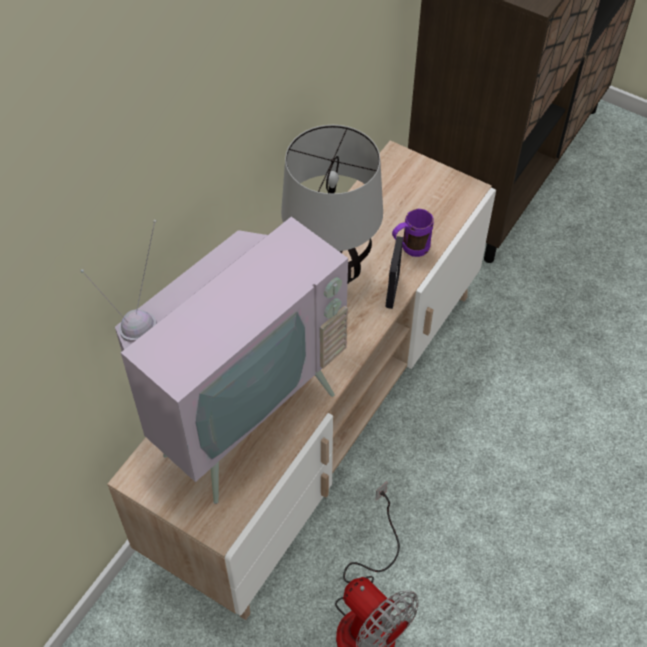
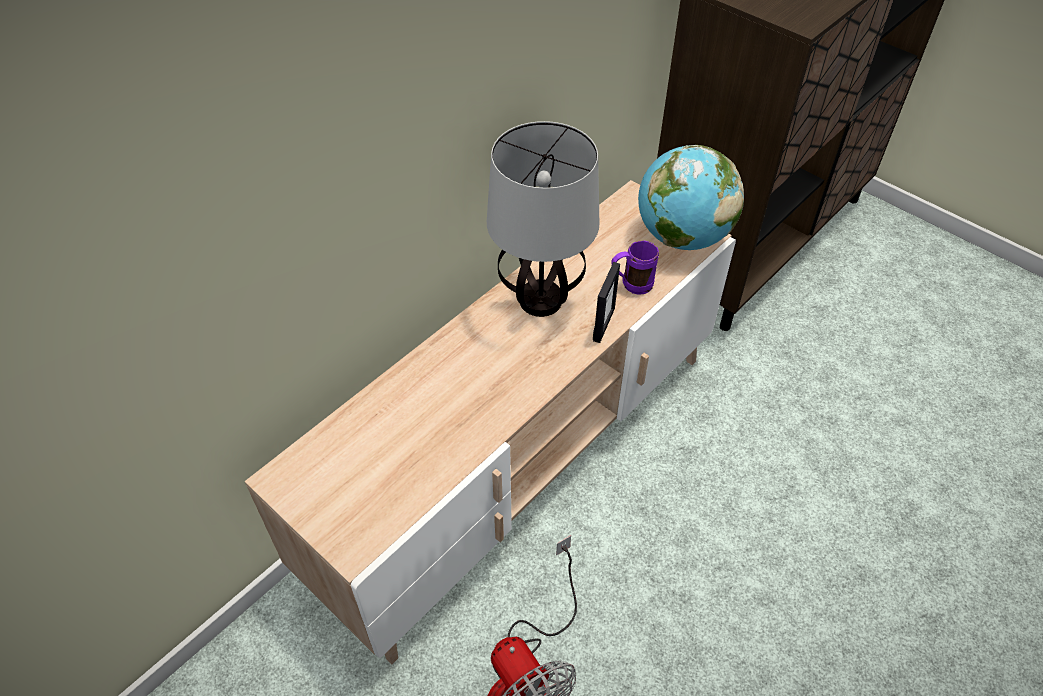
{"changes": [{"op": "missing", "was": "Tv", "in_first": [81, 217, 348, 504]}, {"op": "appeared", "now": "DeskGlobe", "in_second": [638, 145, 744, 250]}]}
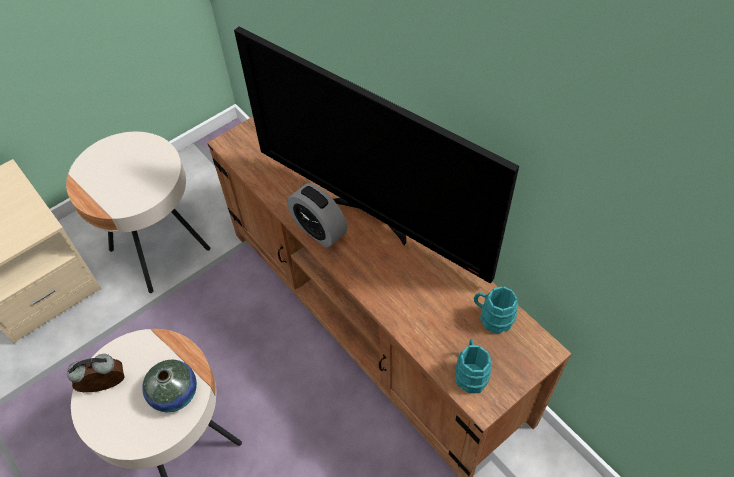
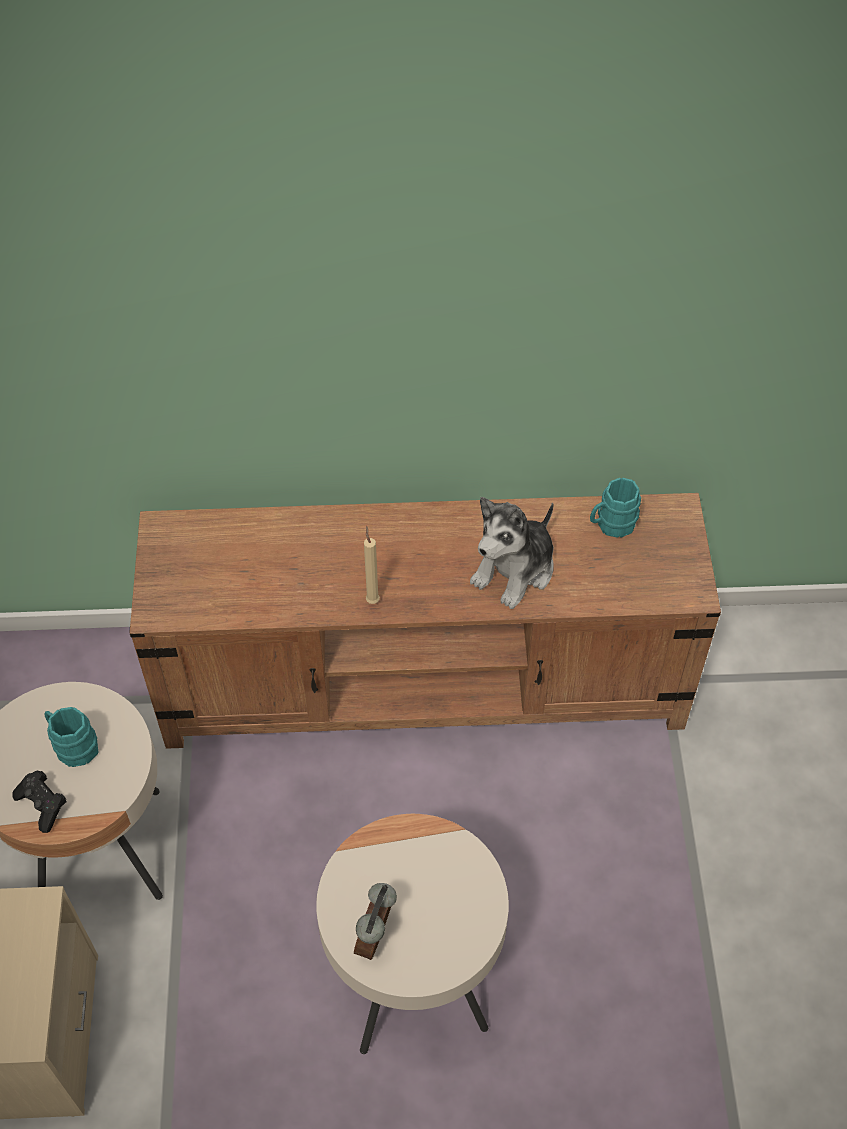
{"changes": [{"op": "missing", "was": "DecorativeVase", "in_first": [142, 360, 197, 412]}, {"op": "missing", "was": "Tv", "in_first": [234, 27, 519, 284]}, {"op": "appeared", "now": "BlackColouredJoypad", "in_second": [12, 771, 67, 833]}, {"op": "appeared", "now": "PlushToy", "in_second": [470, 497, 554, 609]}, {"op": "relocated", "was": "TurquoiseColouredTeaMug", "in_first": [455, 339, 492, 393], "in_second": [45, 707, 98, 767]}, {"op": "exchanged", "was": "AlarmClock", "now": "BeigeColouredWaxLight", "in_first": [287, 183, 347, 248], "in_second": [364, 526, 380, 604]}]}
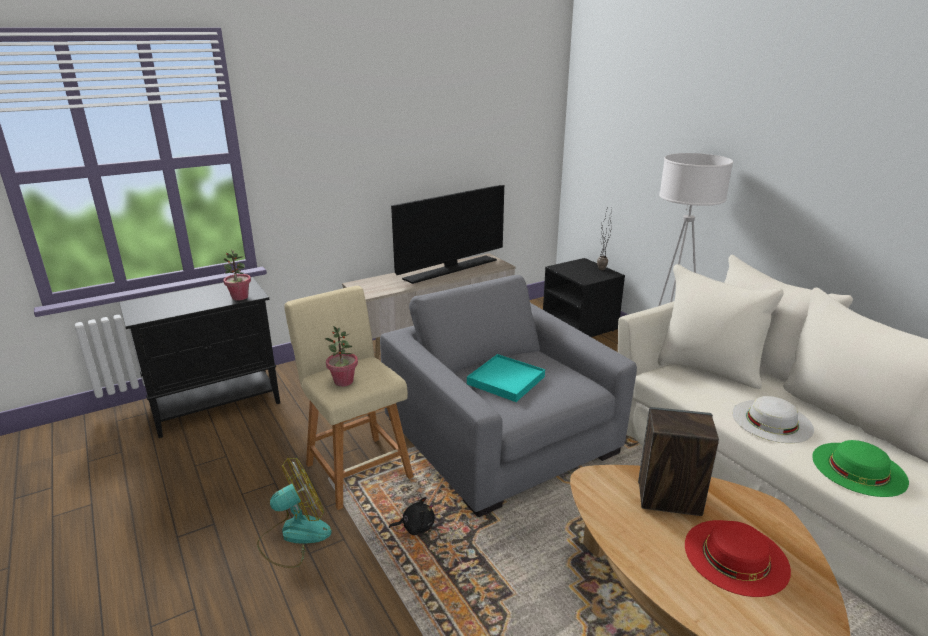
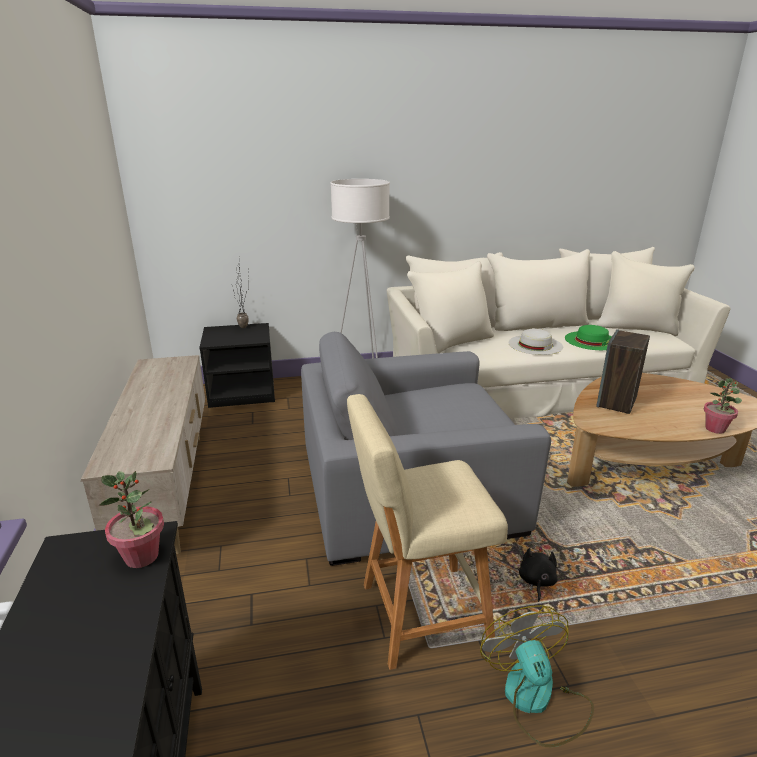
{"changes": [{"op": "missing", "was": "Tv", "in_first": [391, 185, 504, 284]}, {"op": "missing", "was": "TurquoiseColouredTray", "in_first": [467, 354, 545, 402]}, {"op": "missing", "was": "RedColouredHat", "in_first": [685, 520, 791, 597]}, {"op": "relocated", "was": "PlantInAPot", "in_first": [325, 326, 358, 387], "in_second": [703, 378, 742, 434]}]}
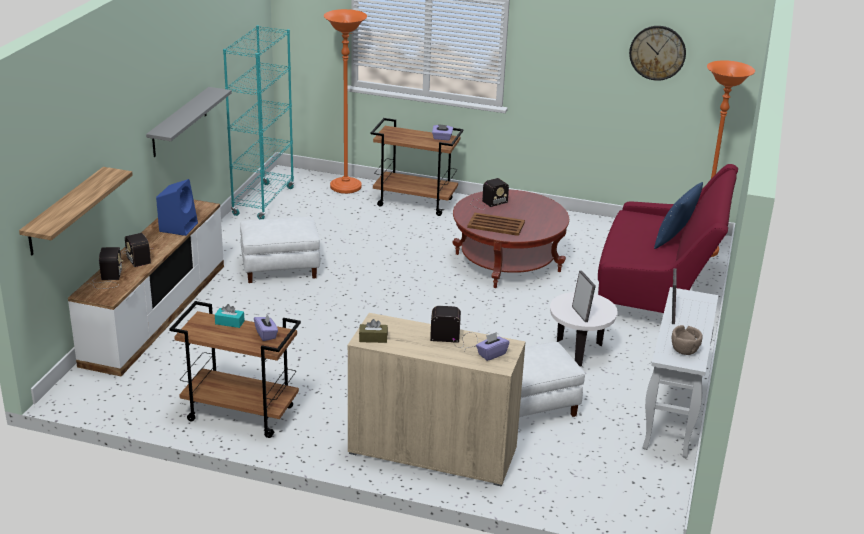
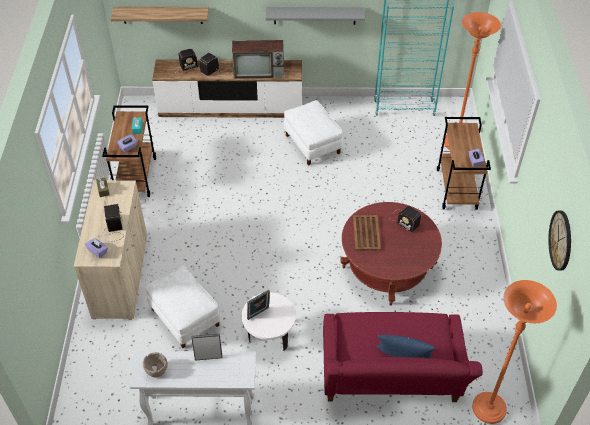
{"changes": [{"op": "exchanged", "was": "BluishSpeaker", "now": "Tv", "in_first": [156, 179, 198, 236], "in_second": [232, 40, 284, 79]}]}
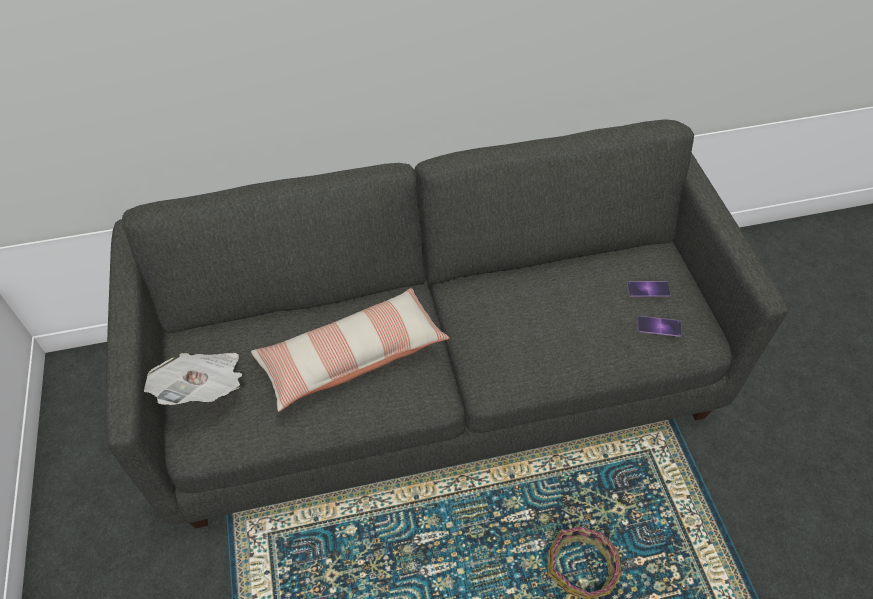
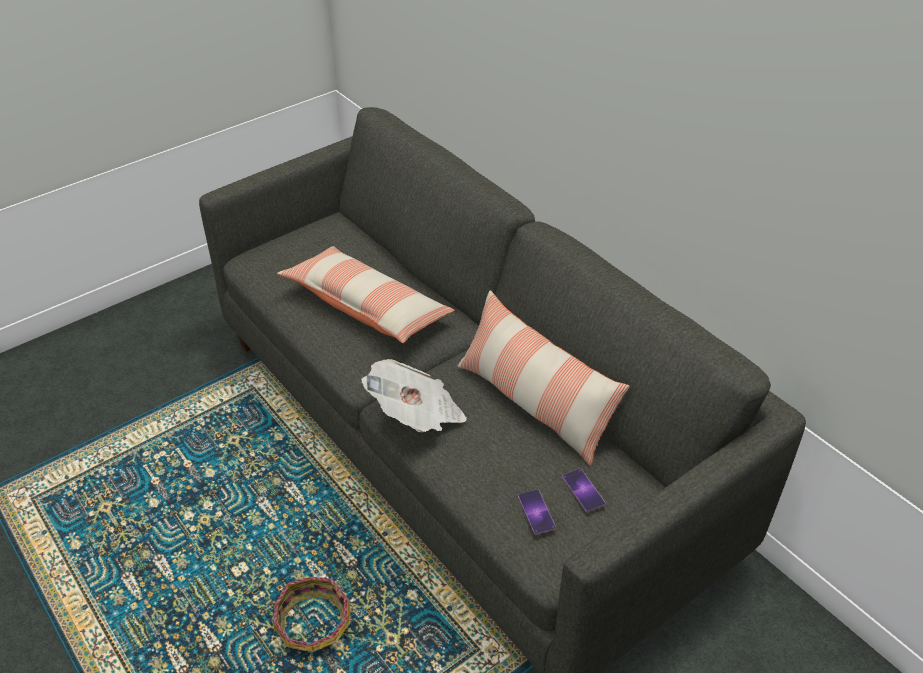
{"changes": [{"op": "appeared", "now": "ThrowPillow", "in_second": [457, 290, 630, 466]}, {"op": "relocated", "was": "DailyPaper", "in_first": [144, 353, 243, 405], "in_second": [361, 359, 467, 433]}]}
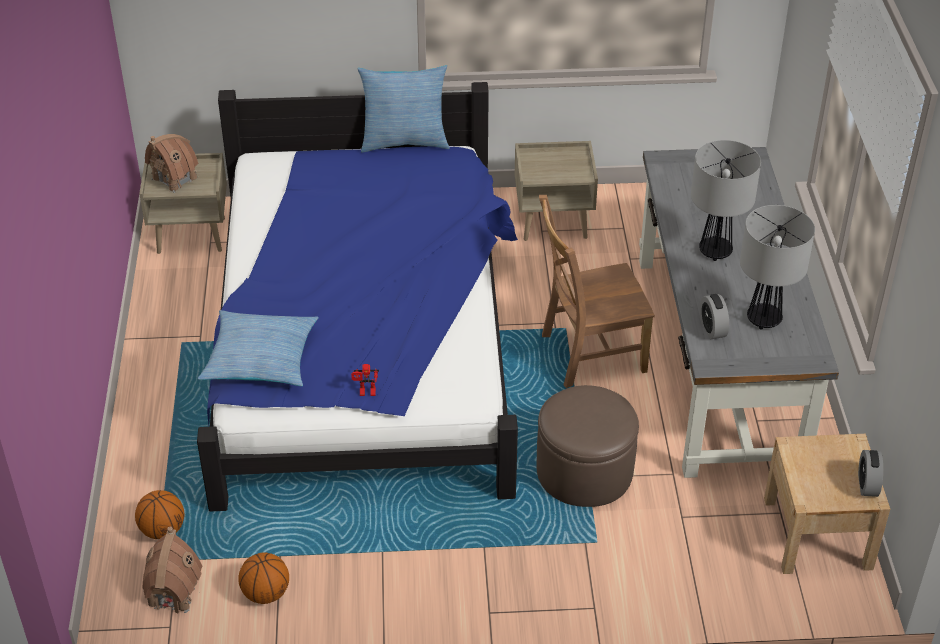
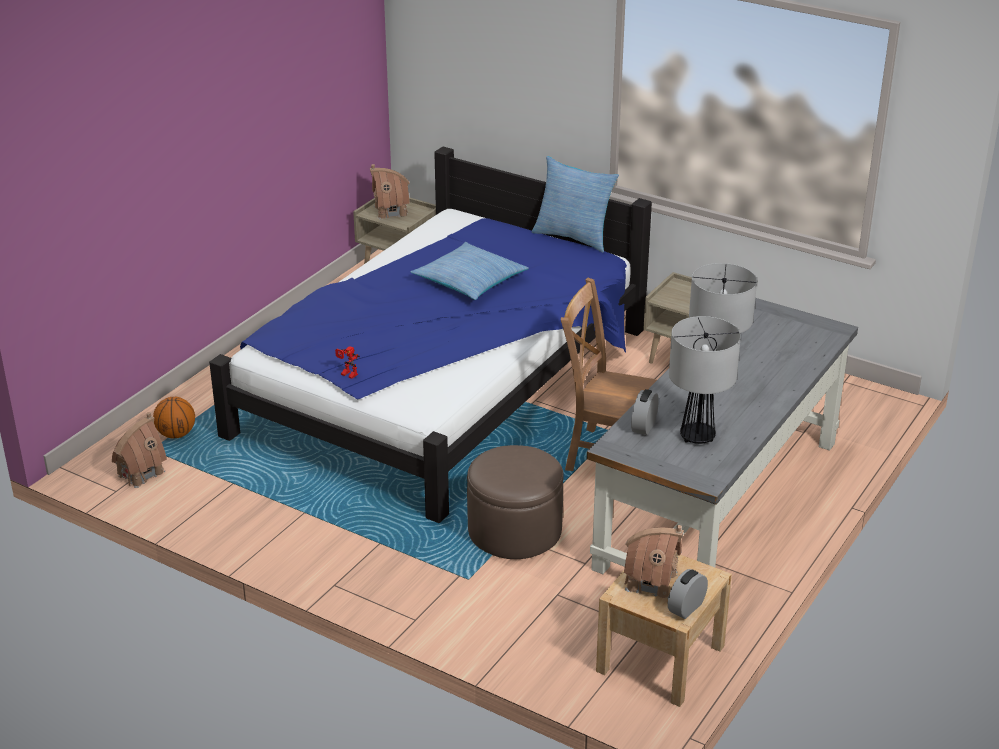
{"changes": [{"op": "missing", "was": "BallForBasketball", "in_first": [238, 552, 289, 604]}, {"op": "appeared", "now": "ToyHouse", "in_second": [624, 525, 684, 600]}, {"op": "relocated", "was": "ThrowPillow", "in_first": [198, 310, 319, 386], "in_second": [411, 242, 529, 300]}]}
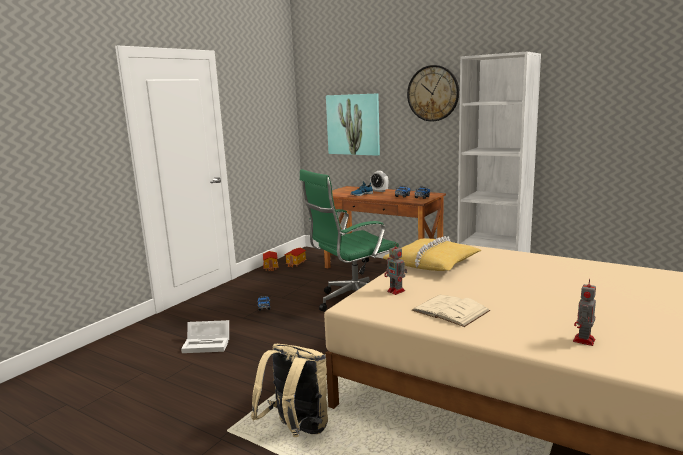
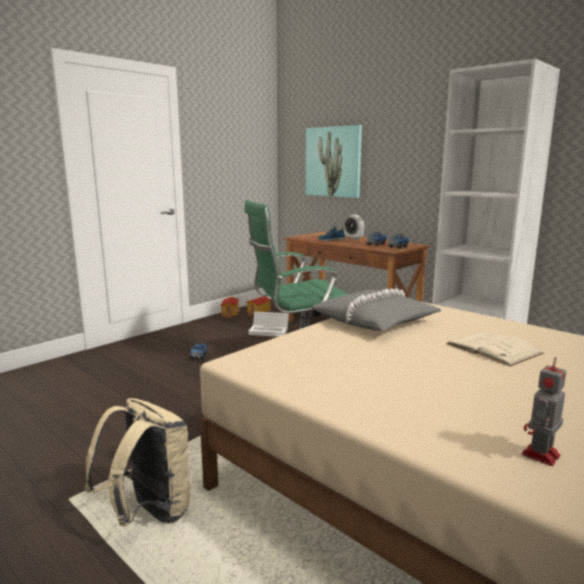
{"changes": [{"op": "missing", "was": "ModelRobot", "in_first": [384, 242, 407, 295]}, {"op": "missing", "was": "ClockOnTheWall", "in_first": [407, 65, 459, 122]}, {"op": "relocated", "was": "WhiteColouredStorageBin", "in_first": [181, 320, 229, 353], "in_second": [248, 311, 289, 337]}, {"op": "relocated", "was": "BeigeColouredVolume", "in_first": [412, 295, 490, 327], "in_second": [446, 331, 544, 367]}, {"op": "colour", "was": "YellowishThrowPillow", "now": "GreyThrowPillow", "in_first": [383, 236, 481, 271], "in_second": [311, 288, 442, 331]}]}
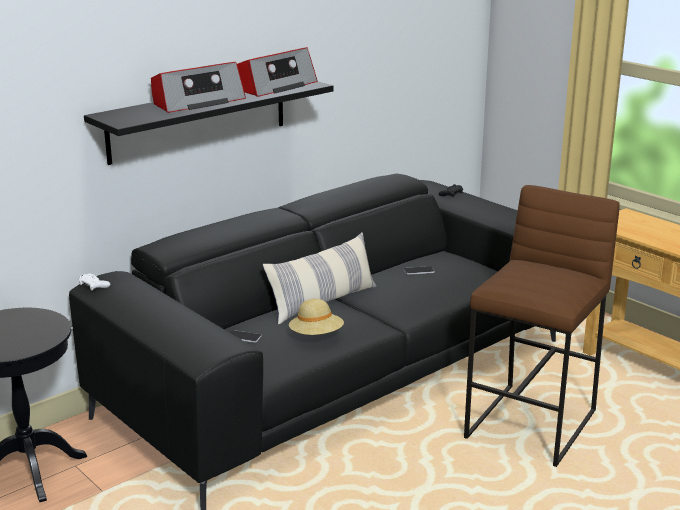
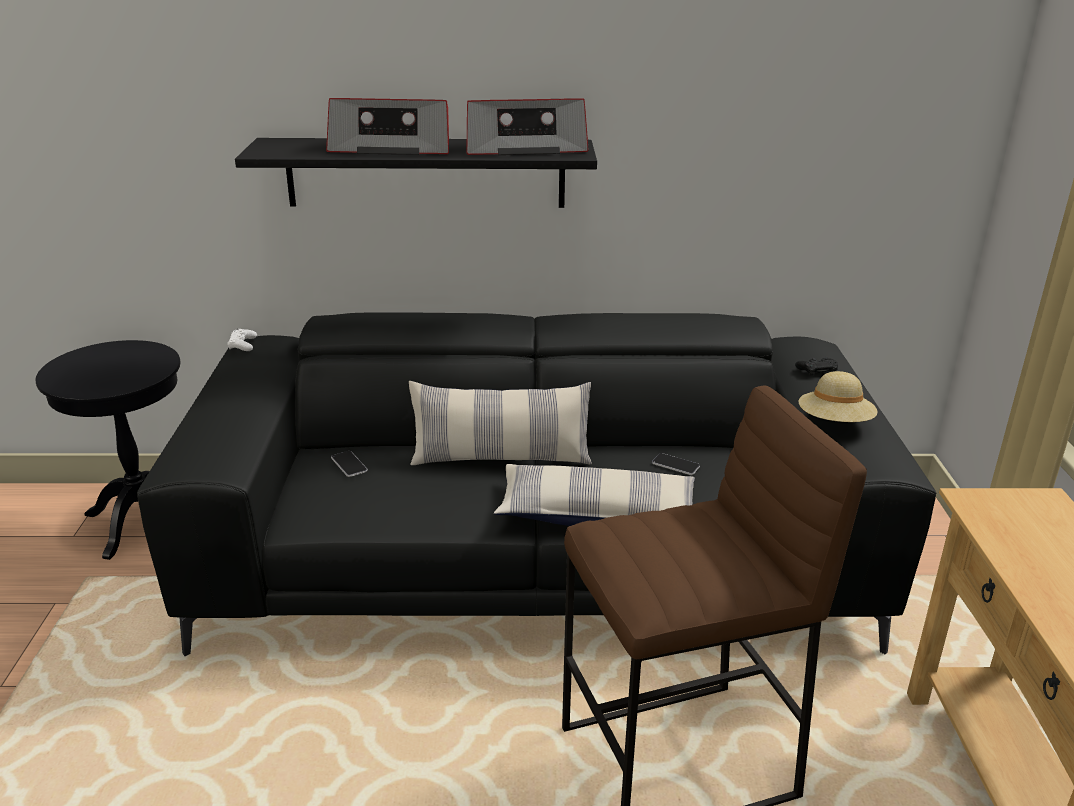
{"changes": [{"op": "appeared", "now": "ThrowPillow", "in_second": [494, 464, 695, 526]}, {"op": "relocated", "was": "BeigeColouredHat", "in_first": [289, 299, 344, 335], "in_second": [799, 371, 878, 422]}]}
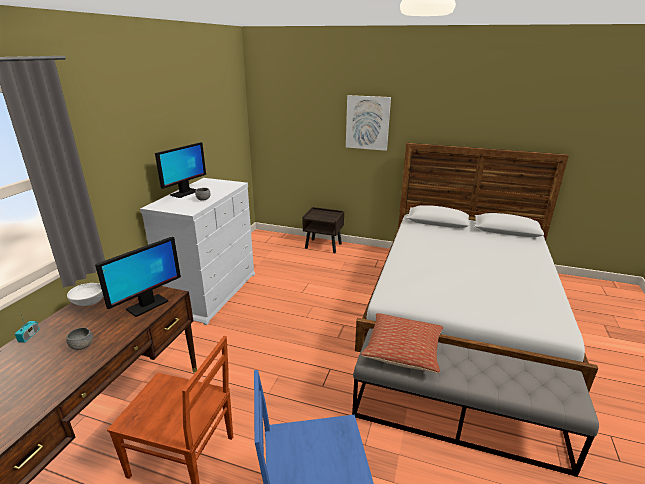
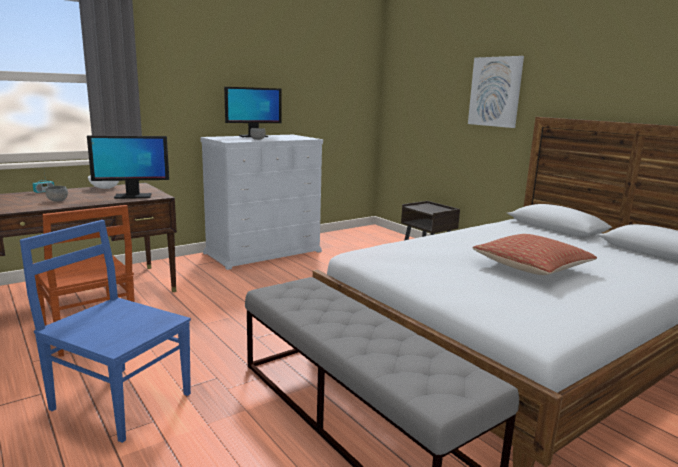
{"changes": [{"op": "relocated", "was": "ThrowPillow", "in_first": [361, 313, 443, 373], "in_second": [473, 234, 597, 275]}]}
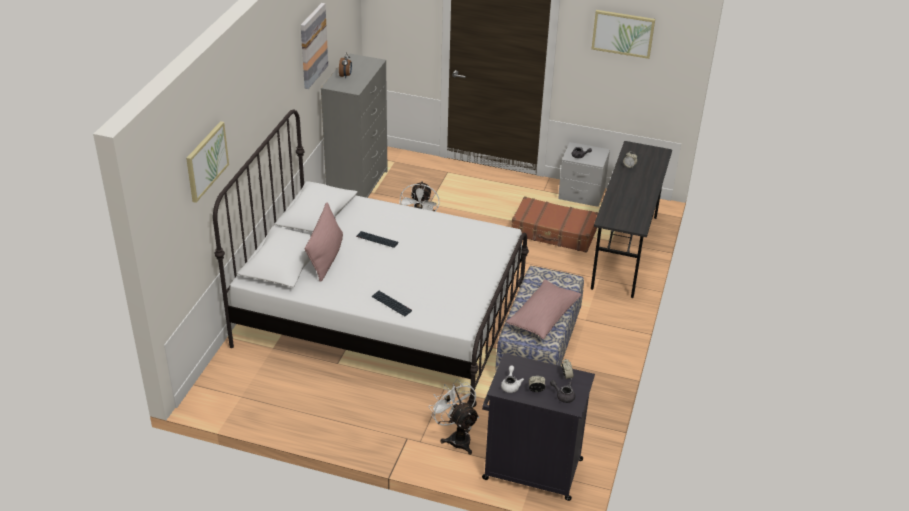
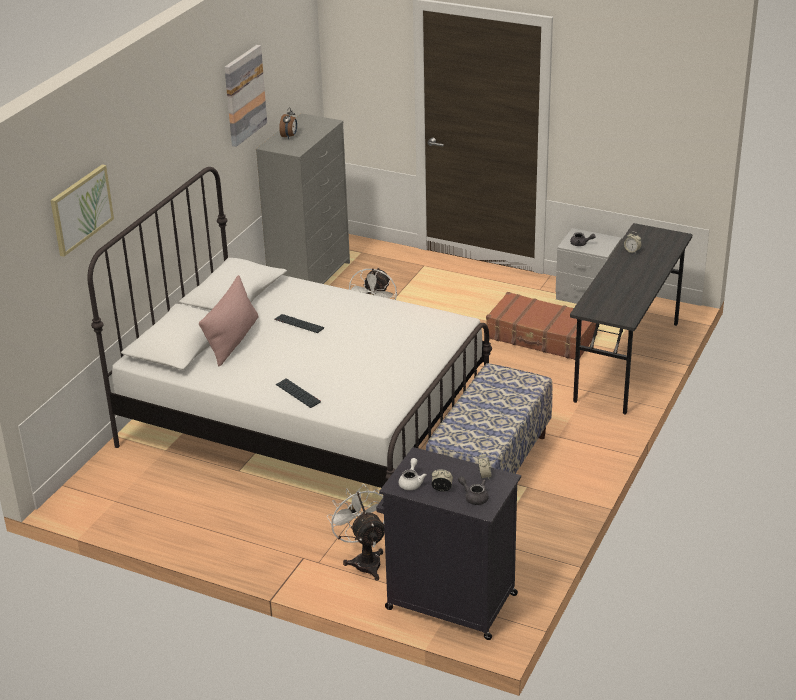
{"changes": [{"op": "missing", "was": "PinkThrowPillow", "in_first": [506, 279, 581, 339]}, {"op": "missing", "was": "WallPicture", "in_first": [592, 10, 655, 59]}]}
